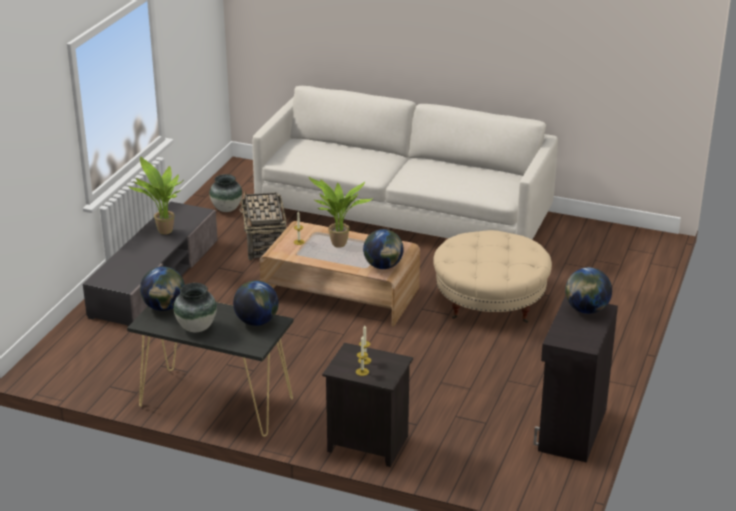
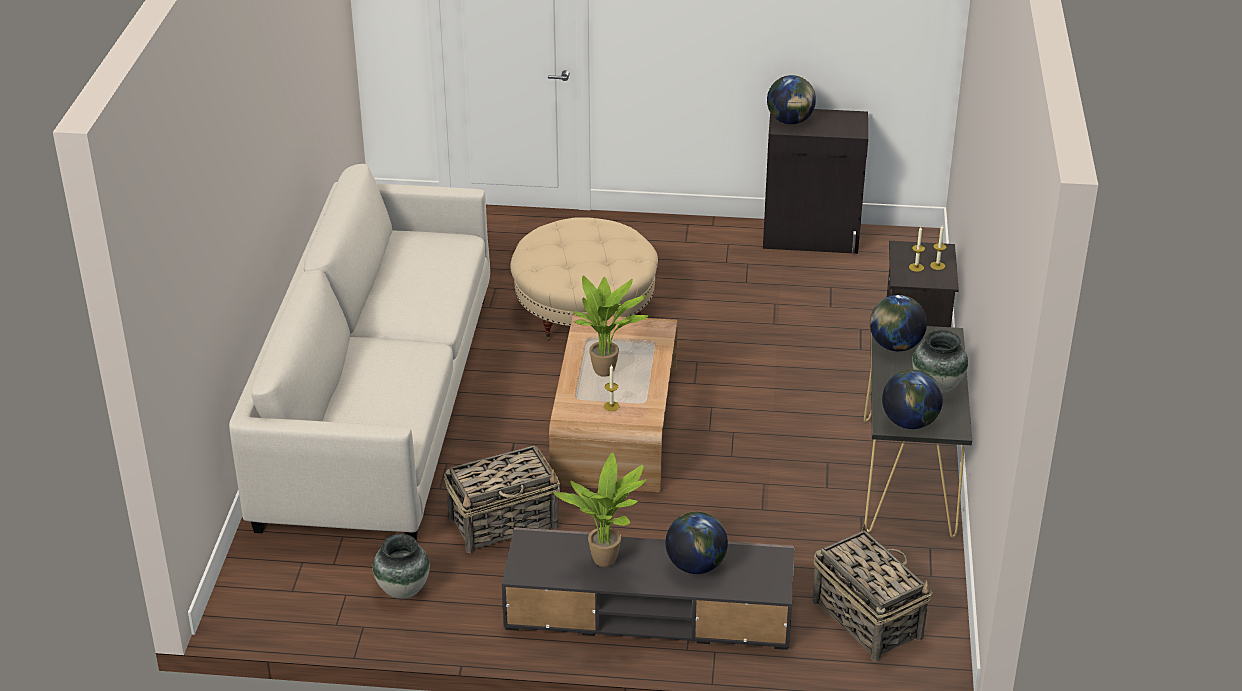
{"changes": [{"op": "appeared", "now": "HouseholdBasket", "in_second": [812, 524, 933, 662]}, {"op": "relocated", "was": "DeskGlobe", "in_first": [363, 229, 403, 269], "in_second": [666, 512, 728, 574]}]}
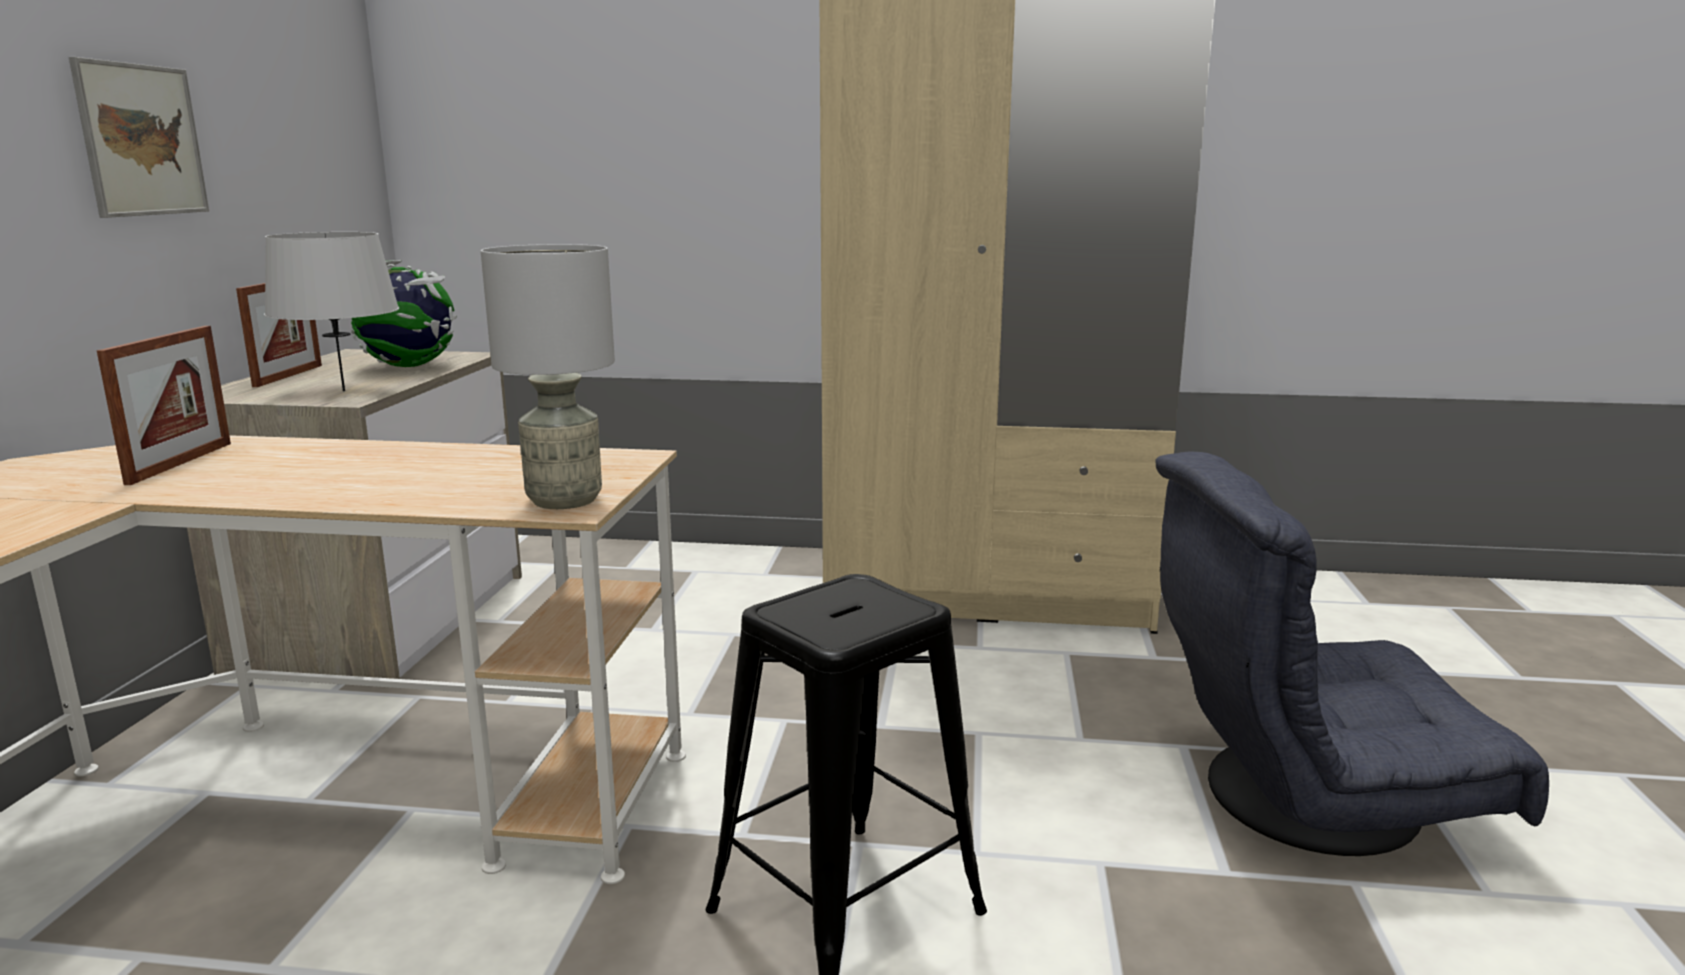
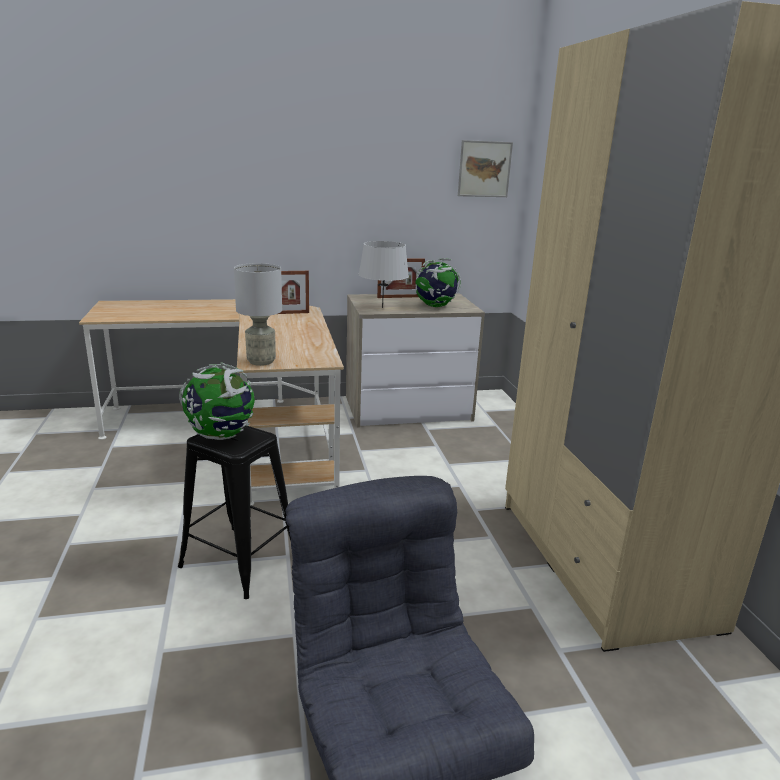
{"changes": [{"op": "appeared", "now": "DeskGlobe", "in_second": [179, 363, 255, 440]}, {"op": "relocated", "was": "WallPicture", "in_first": [69, 57, 209, 218], "in_second": [458, 140, 513, 197]}]}
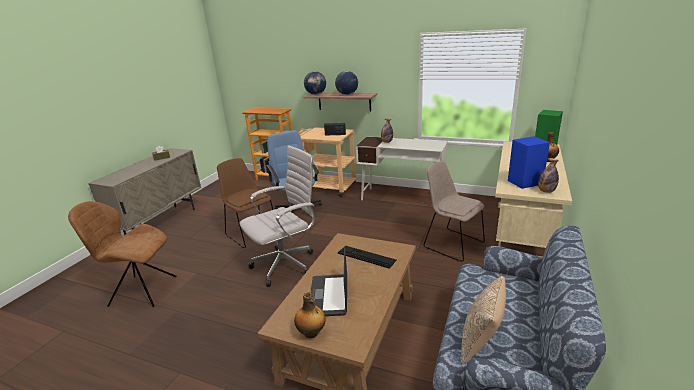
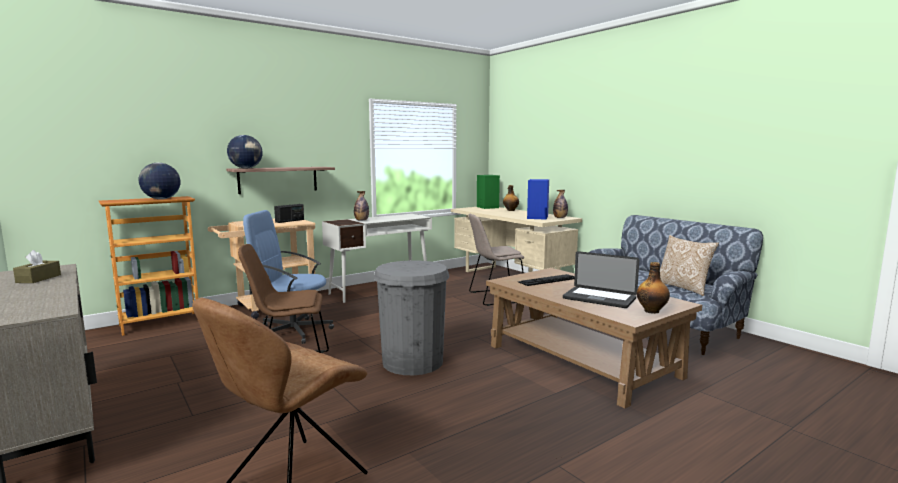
{"changes": [{"op": "relocated", "was": "DeskGlobe", "in_first": [335, 71, 358, 95], "in_second": [139, 163, 180, 199]}, {"op": "exchanged", "was": "WhiteColouredOfficeChair", "now": "GreyWasteBin", "in_first": [239, 146, 315, 287], "in_second": [374, 260, 449, 375]}]}
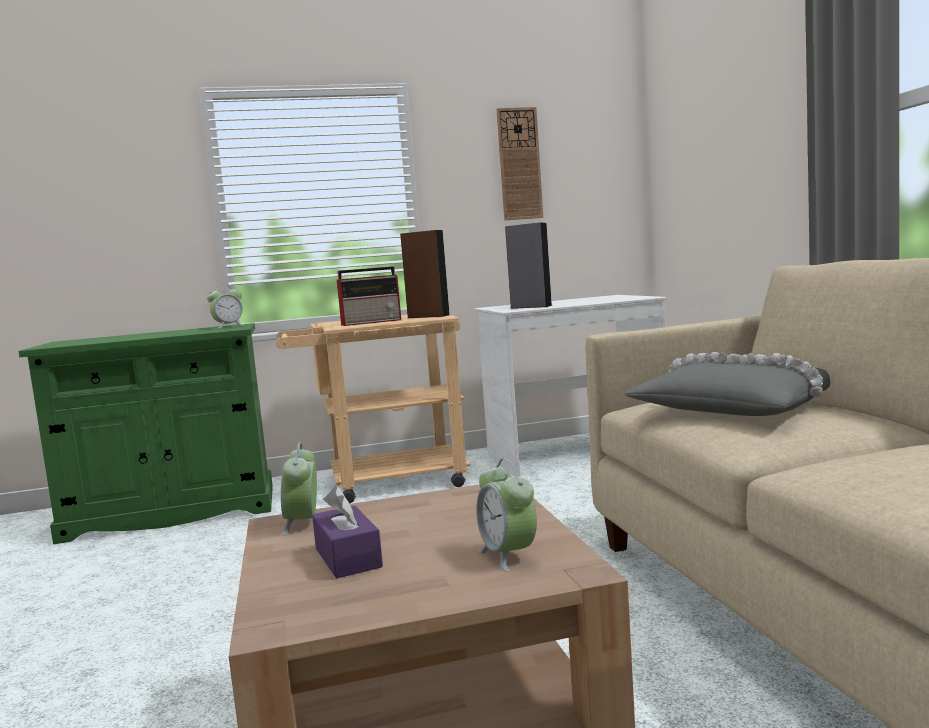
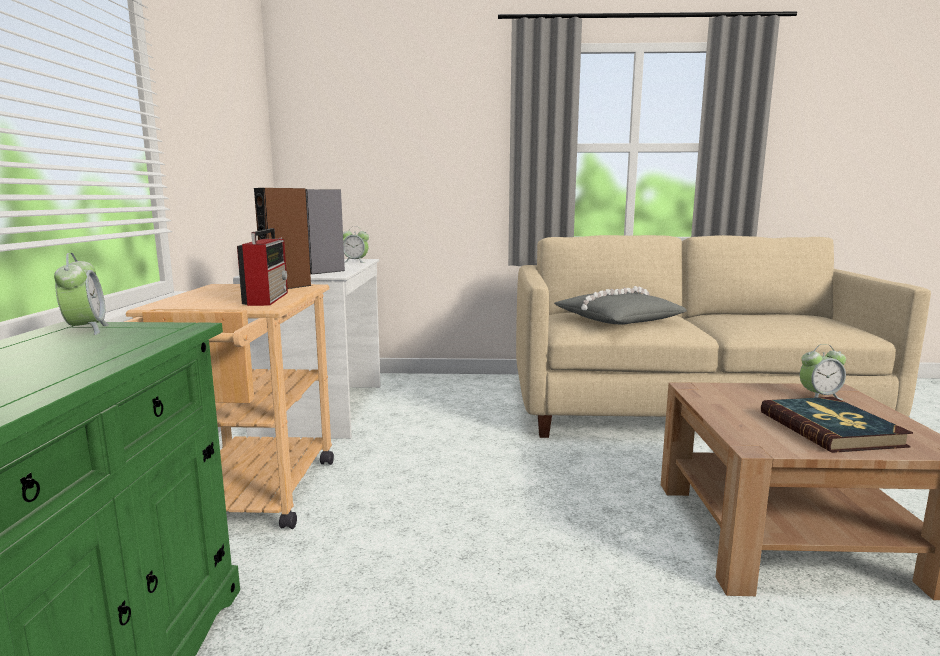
{"changes": [{"op": "missing", "was": "ClockOnTheWall", "in_first": [496, 107, 543, 220]}, {"op": "relocated", "was": "AlarmClock", "in_first": [281, 442, 317, 535], "in_second": [343, 227, 369, 263]}, {"op": "exchanged", "was": "PurplishTissueBox", "now": "Volume", "in_first": [312, 486, 383, 578], "in_second": [761, 397, 913, 453]}]}
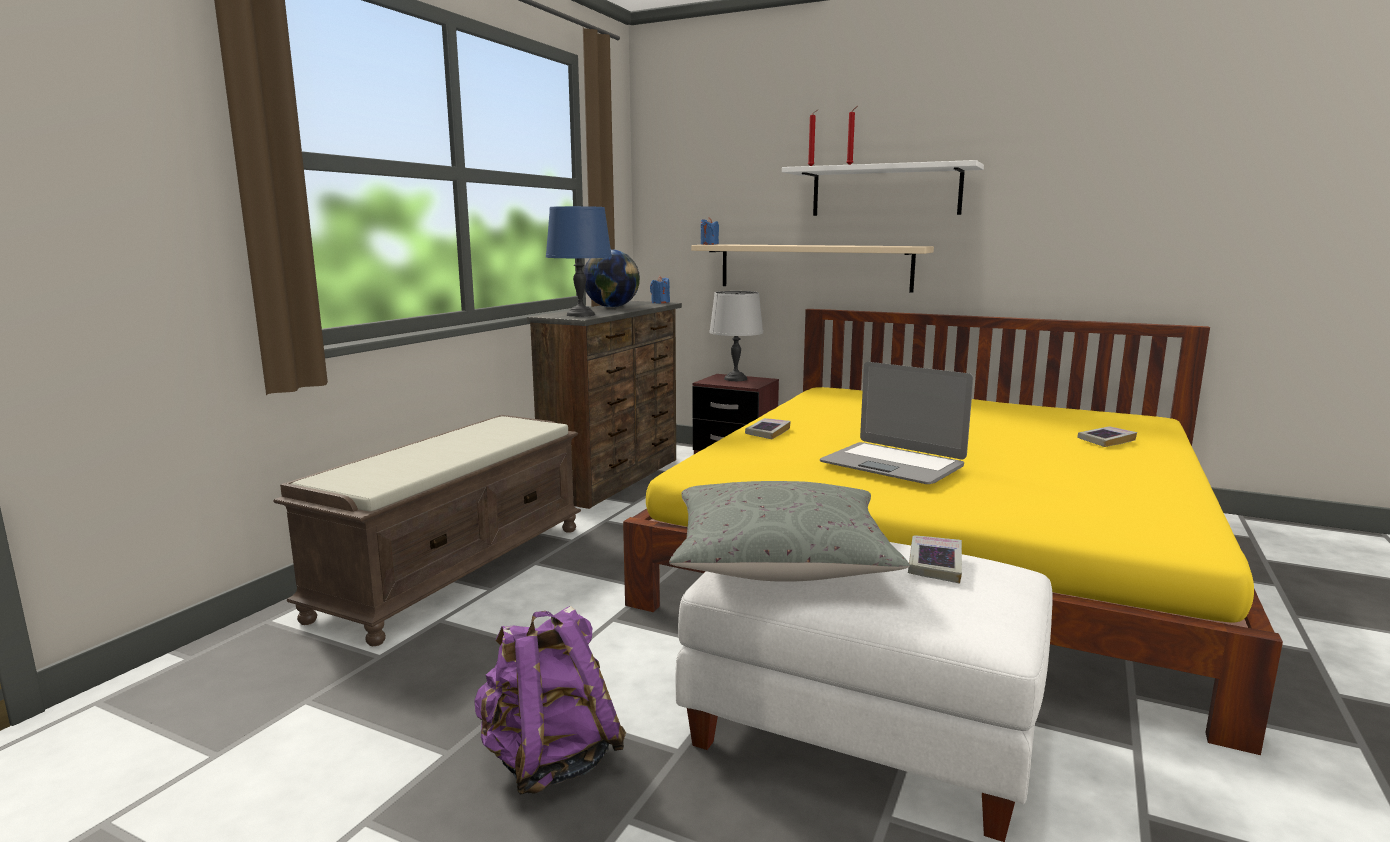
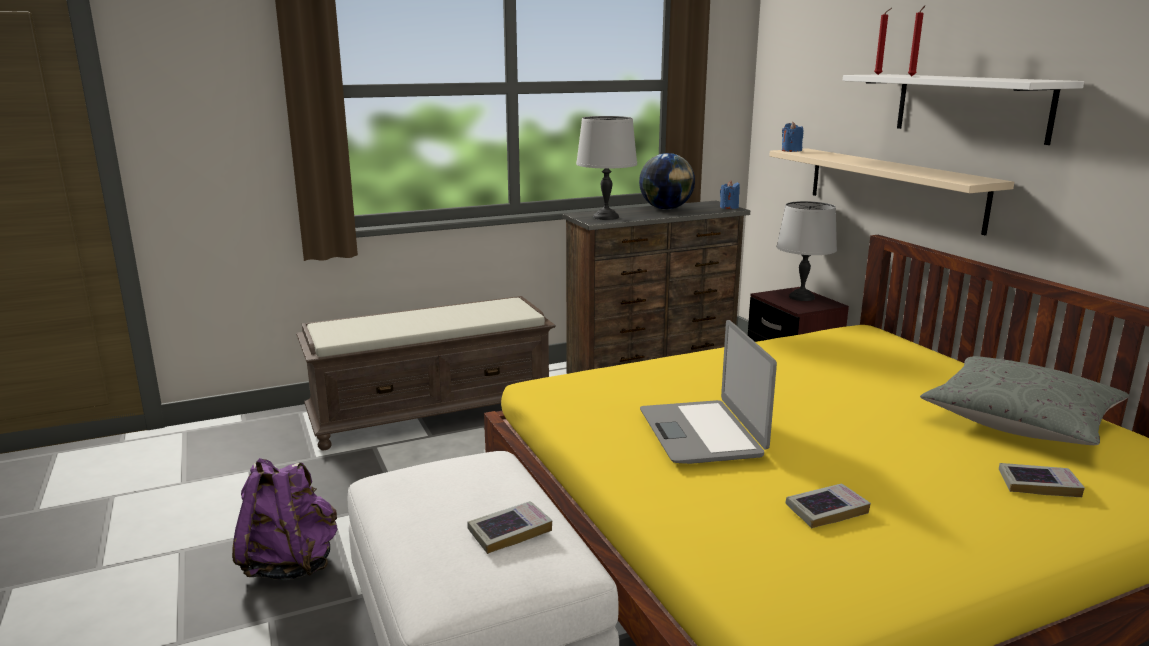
{"changes": [{"op": "relocated", "was": "GreyThrowPillow", "in_first": [669, 481, 910, 582], "in_second": [920, 356, 1129, 445]}, {"op": "relocated", "was": "Volume", "in_first": [745, 418, 791, 439], "in_second": [786, 484, 871, 528]}, {"op": "colour", "was": "BluishTabletopLamp", "now": "GreyTabletopLamp", "in_first": [546, 206, 612, 317], "in_second": [576, 116, 637, 220]}]}
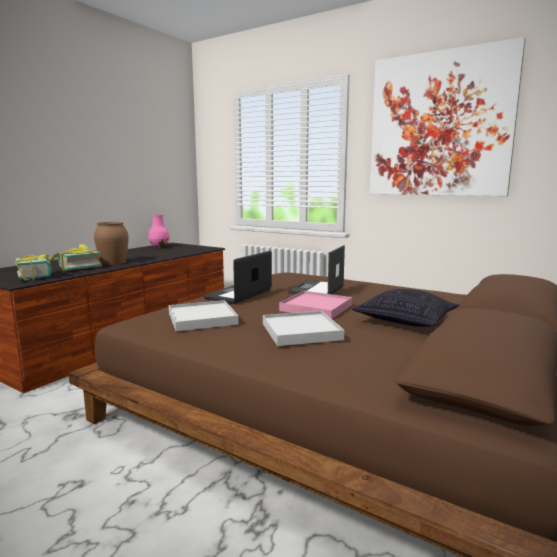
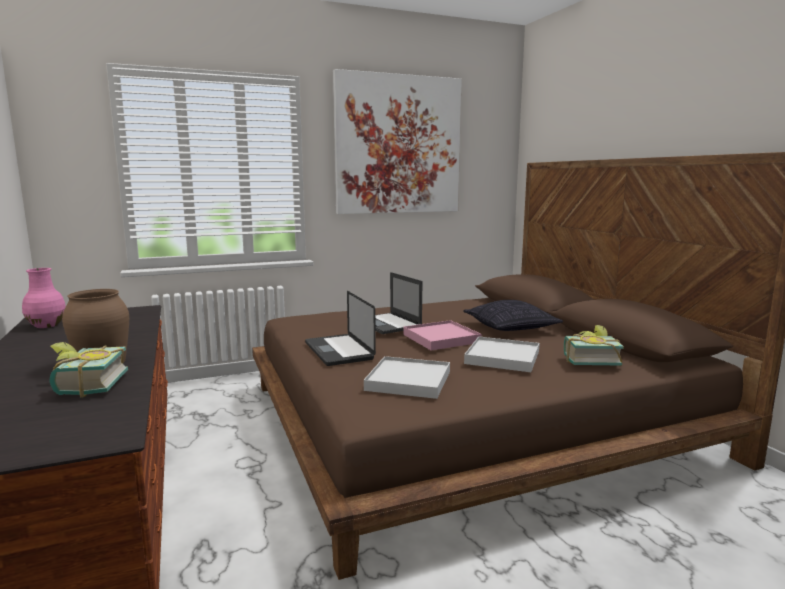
{"changes": [{"op": "relocated", "was": "Volume", "in_first": [15, 253, 60, 281], "in_second": [564, 325, 624, 366]}]}
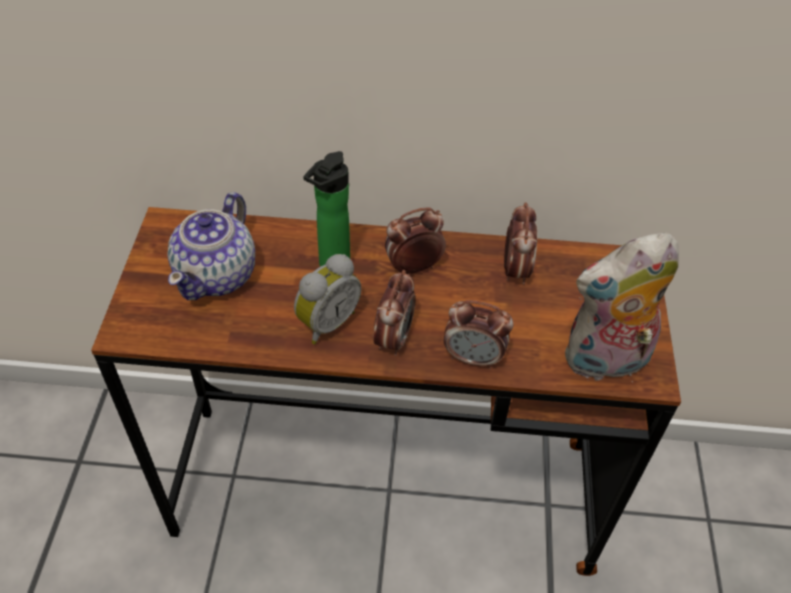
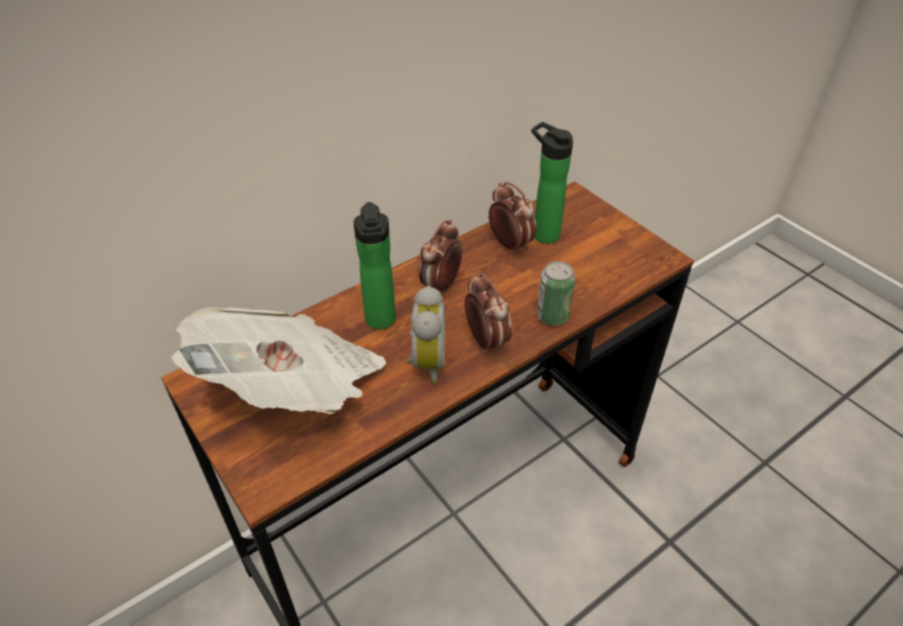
{"changes": [{"op": "missing", "was": "PlushToy", "in_first": [565, 233, 679, 382]}, {"op": "appeared", "now": "Bottle", "in_second": [531, 122, 573, 243]}, {"op": "exchanged", "was": "PotForTea", "now": "DailyPaper", "in_first": [167, 192, 255, 300], "in_second": [171, 307, 386, 414]}, {"op": "exchanged", "was": "AlarmClock", "now": "Can", "in_first": [444, 300, 513, 369], "in_second": [537, 261, 575, 326]}]}
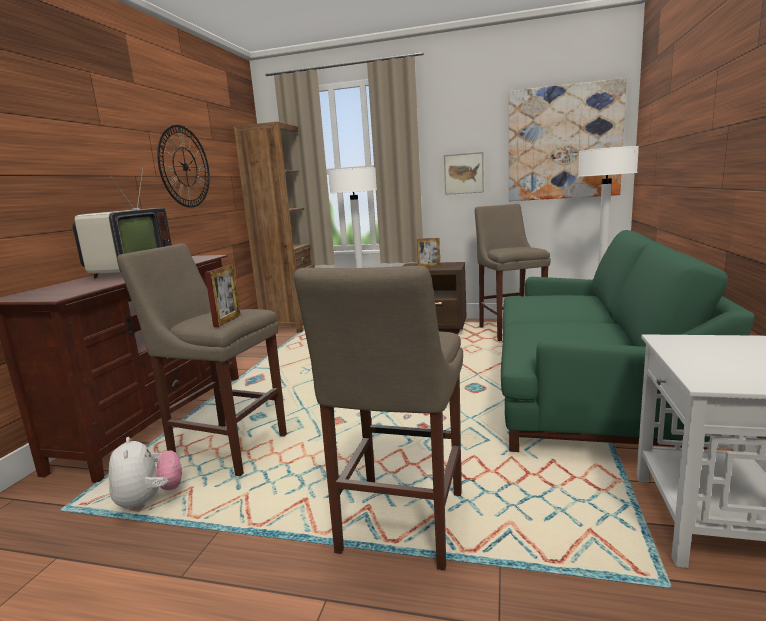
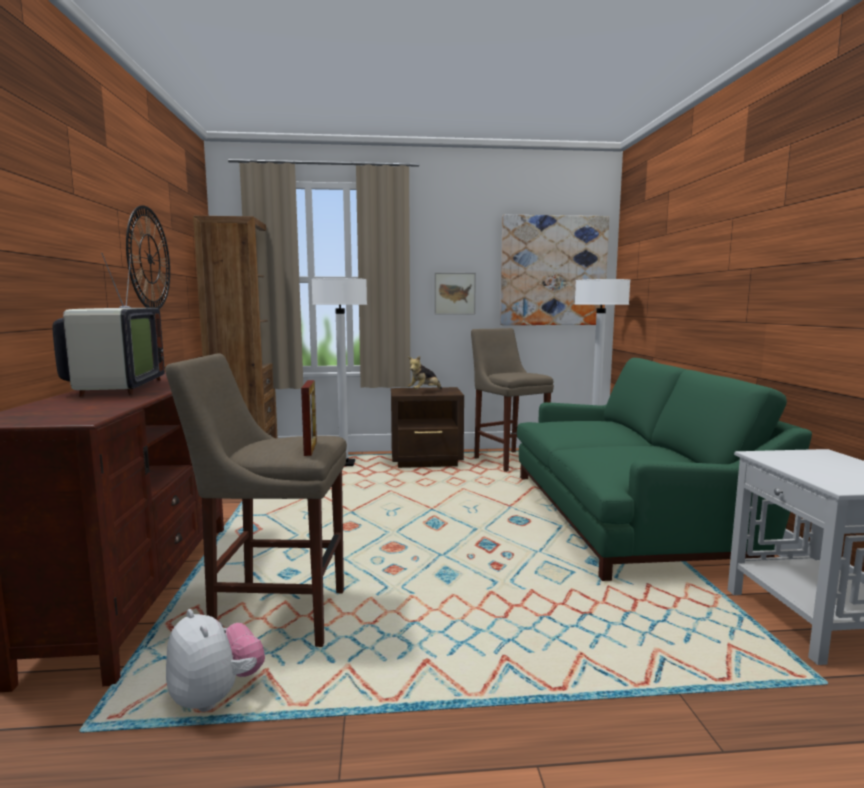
{"changes": [{"op": "missing", "was": "BeigeColouredSittingStool", "in_first": [294, 266, 463, 570]}, {"op": "exchanged", "was": "PhotoFrame", "now": "PlushToy", "in_first": [417, 238, 440, 267], "in_second": [407, 356, 442, 389]}]}
